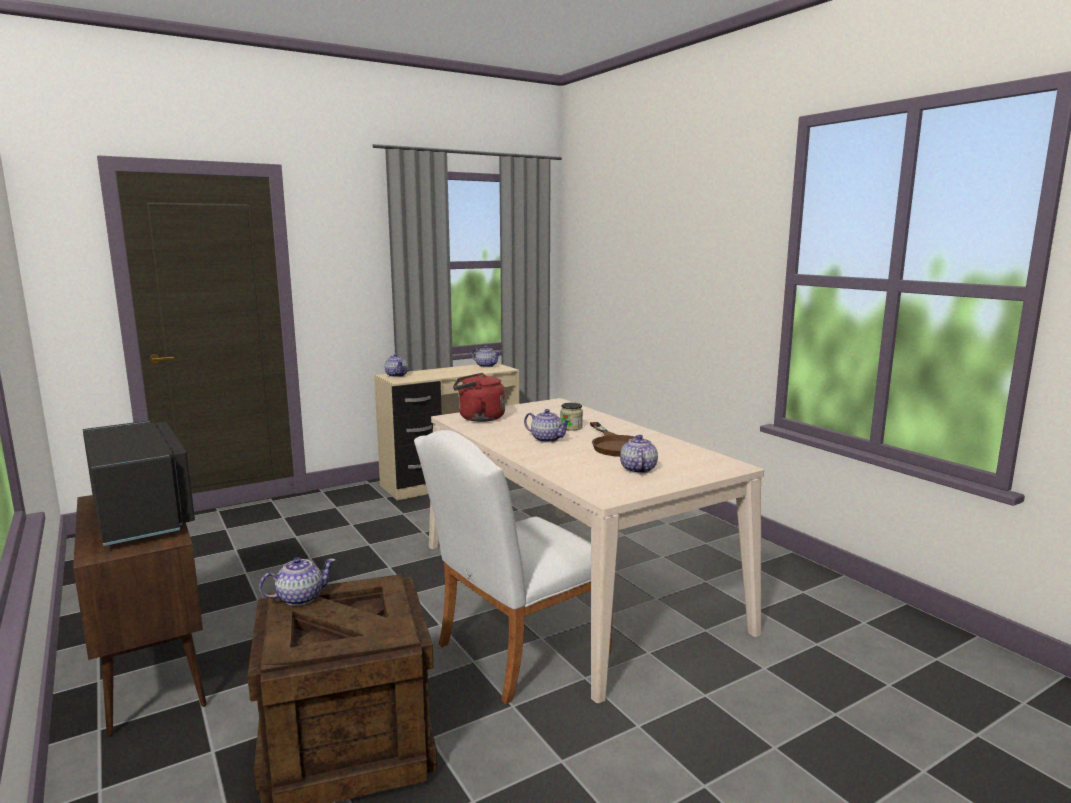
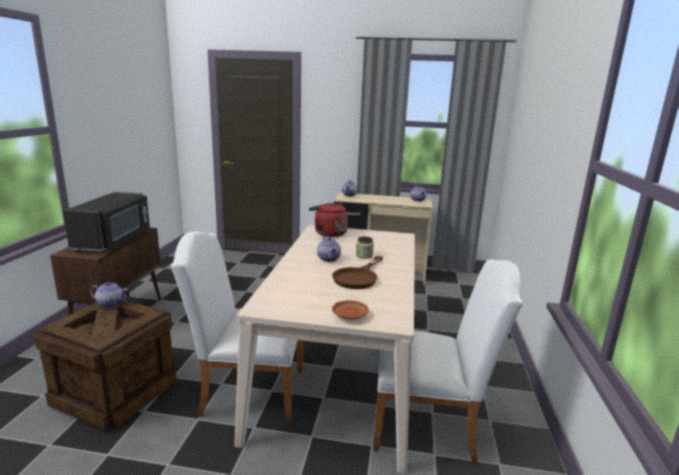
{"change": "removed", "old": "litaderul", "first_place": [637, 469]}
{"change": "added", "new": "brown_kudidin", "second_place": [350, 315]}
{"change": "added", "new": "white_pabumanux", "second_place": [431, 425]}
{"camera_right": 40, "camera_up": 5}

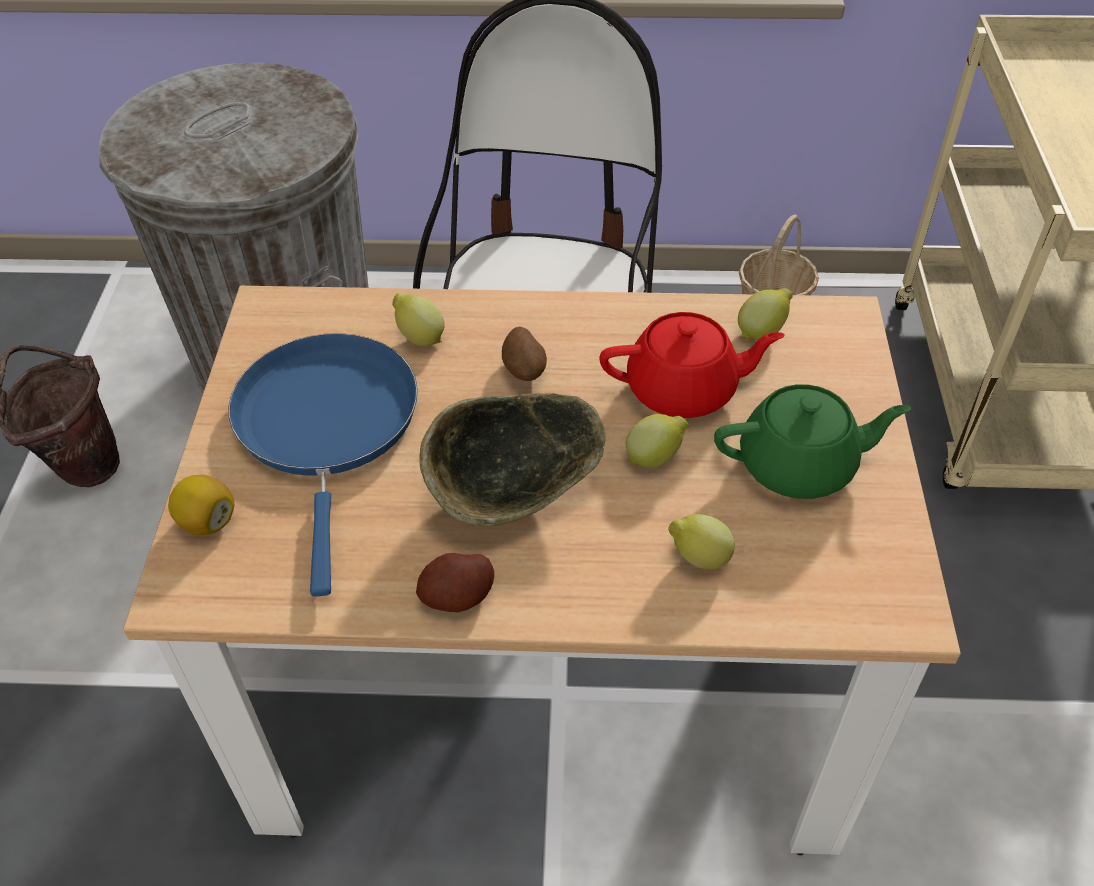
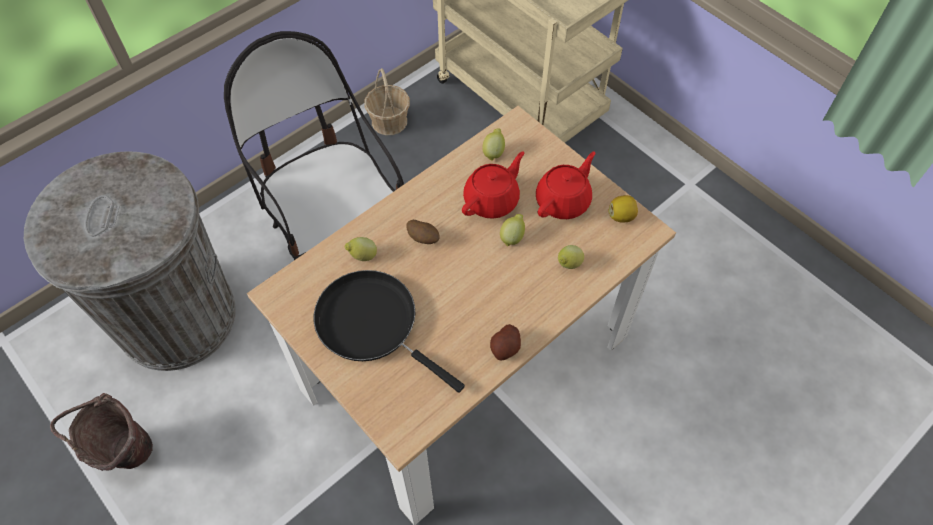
{"change": "removed", "old": "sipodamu", "first_place": [511, 496]}
{"change": "moved", "old": "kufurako", "first_place": [207, 522], "second_place": [621, 216]}
{"change": "recoloured", "old": "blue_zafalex", "new": "black_zafalex", "first_place": [327, 425], "second_place": [372, 324]}
{"change": "recoloured", "old": "green_litaderul", "new": "red_litaderul", "first_place": [799, 465], "second_place": [563, 201]}
{"camera_right": -45, "camera_up": 10}

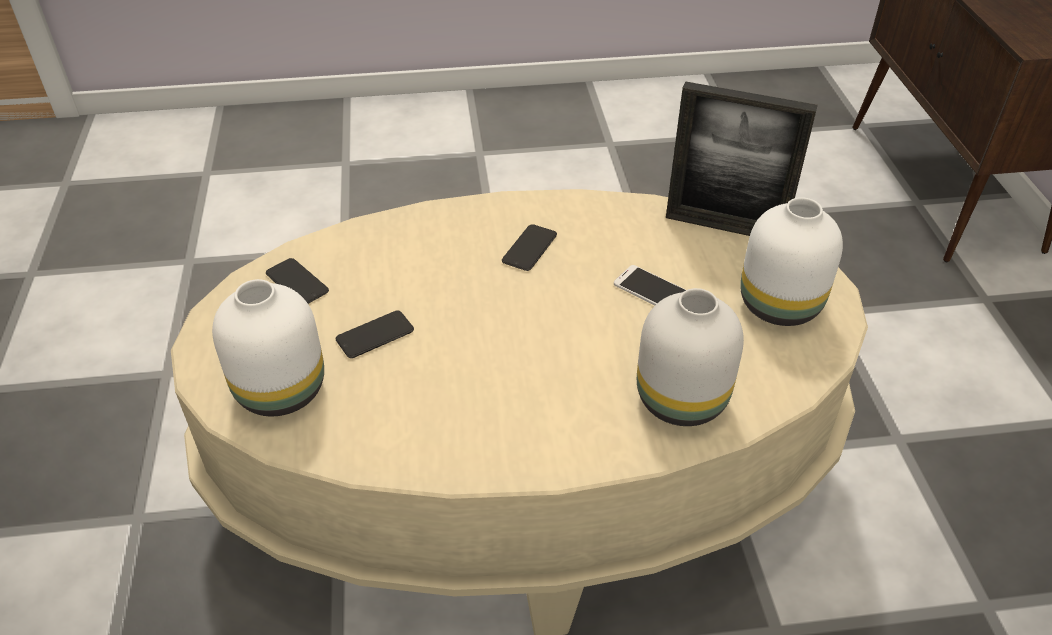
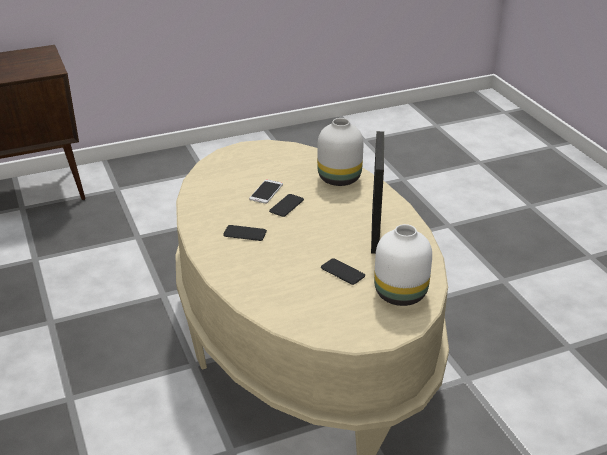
{"change": "removed", "old": "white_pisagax", "first_place": [777, 305]}
{"change": "moved", "old": "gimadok", "first_place": [297, 282], "second_place": [286, 206]}
{"change": "moved", "old": "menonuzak", "first_place": [724, 226], "second_place": [375, 231]}
{"camera_right": -105, "camera_up": -10}

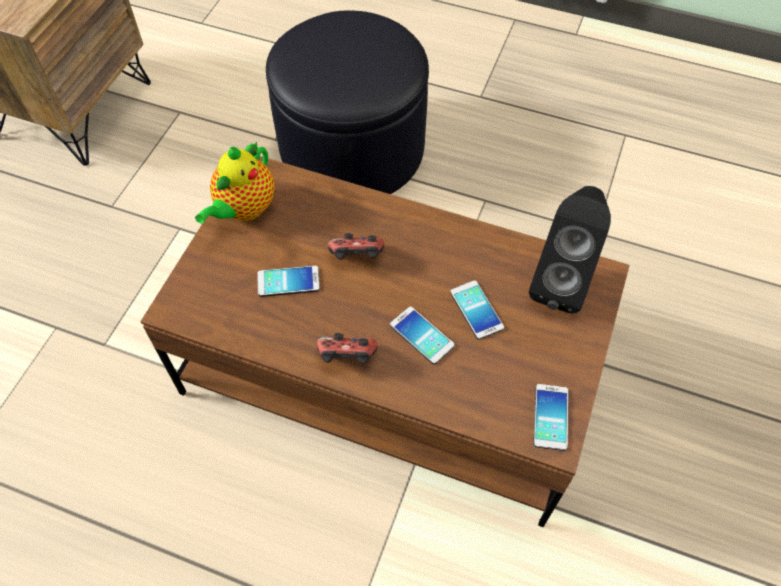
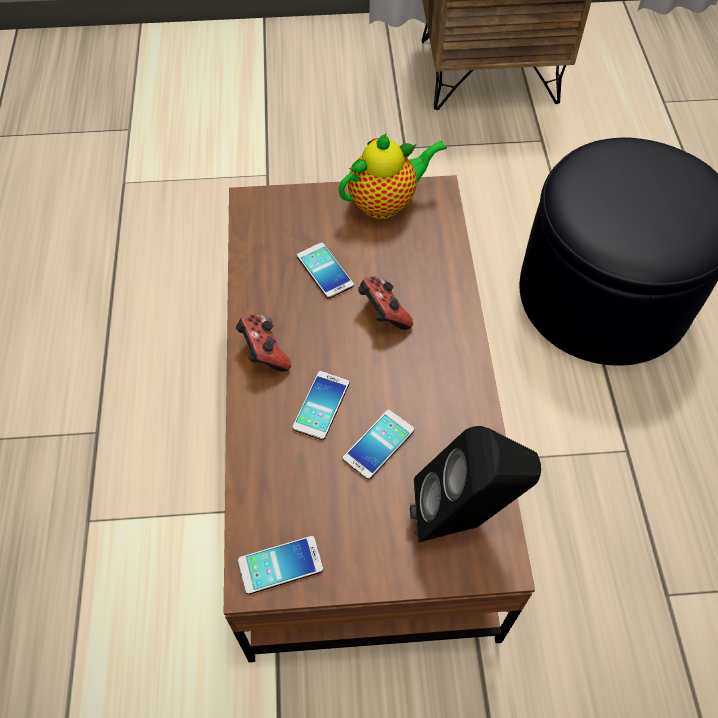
{"change": "turned", "old": "litaderul", "first_place": [244, 210], "second_place": [386, 202], "degrees": 150}
{"camera_right": 65, "camera_up": 0}

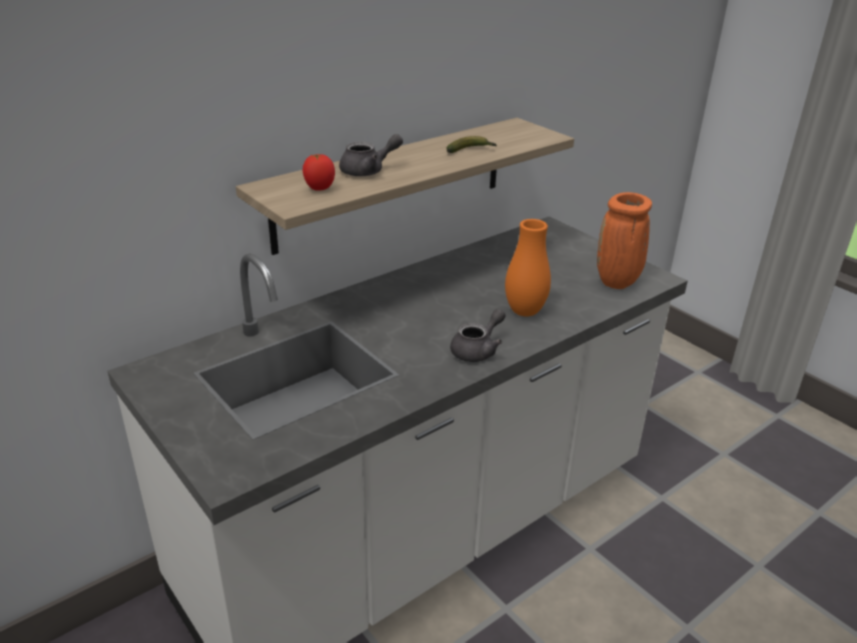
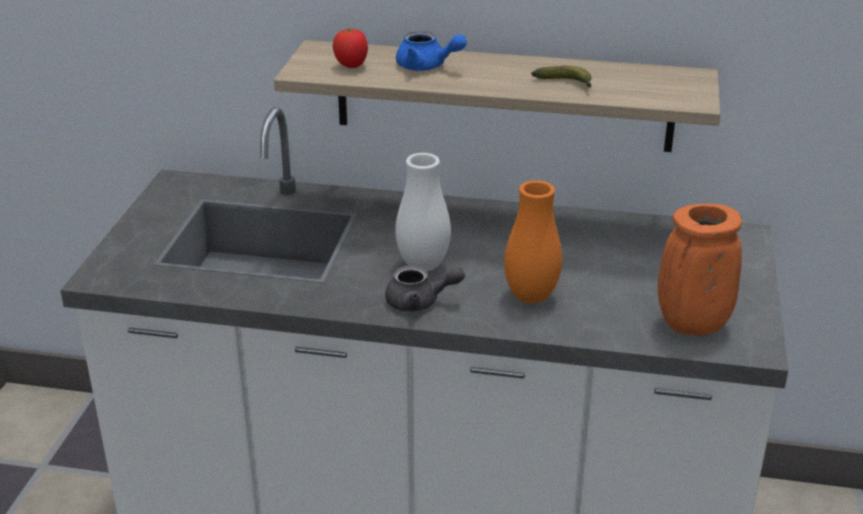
{"change": "added", "new": "white_pisagax", "second_place": [423, 265]}
{"change": "recoloured", "old": "grey_litaderul", "new": "blue_litaderul", "first_place": [368, 171], "second_place": [427, 66]}
{"camera_right": 50, "camera_up": 0}

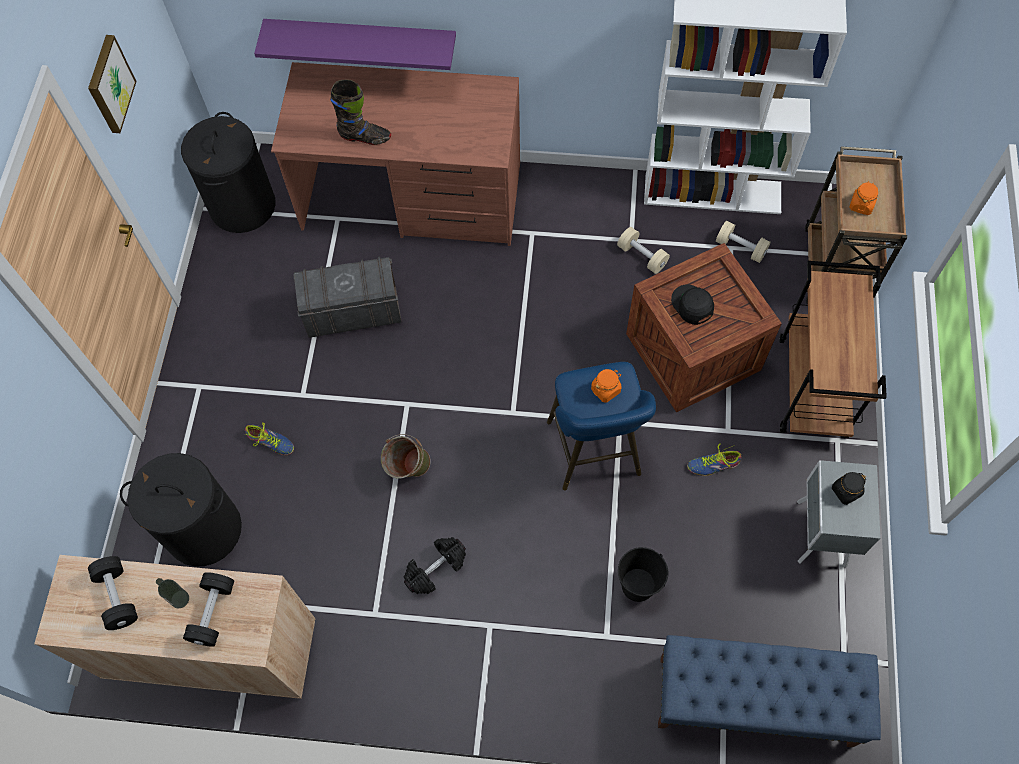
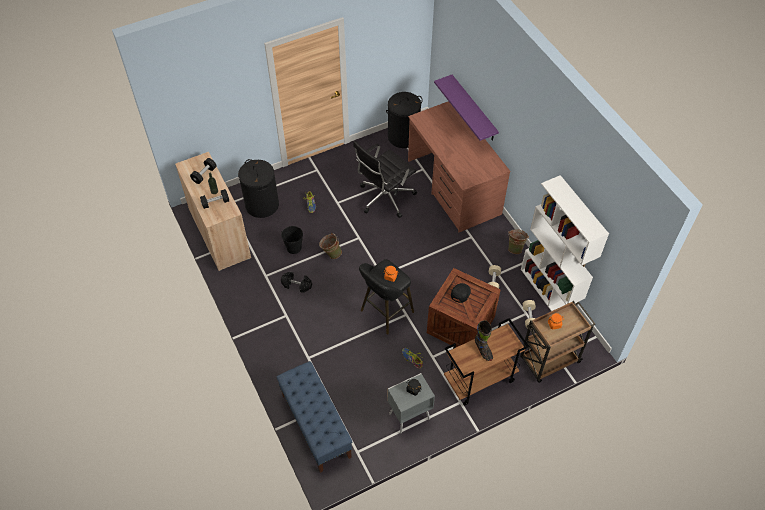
{"change": "removed", "old": "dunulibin", "first_place": [109, 84]}
{"change": "added", "new": "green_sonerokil", "second_place": [515, 248]}
{"change": "moved", "old": "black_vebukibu", "first_place": [365, 137], "second_place": [483, 350]}
{"change": "moved", "old": "black_sonerokil", "first_place": [637, 585], "second_place": [294, 247]}
{"change": "replaced", "old": "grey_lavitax", "new": "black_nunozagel", "first_place": [352, 312], "second_place": [384, 198]}
{"change": "recoloured", "old": "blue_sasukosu", "new": "black_sasukosu", "first_place": [595, 453], "second_place": [385, 313]}
{"camera_right": 55, "camera_up": -10}

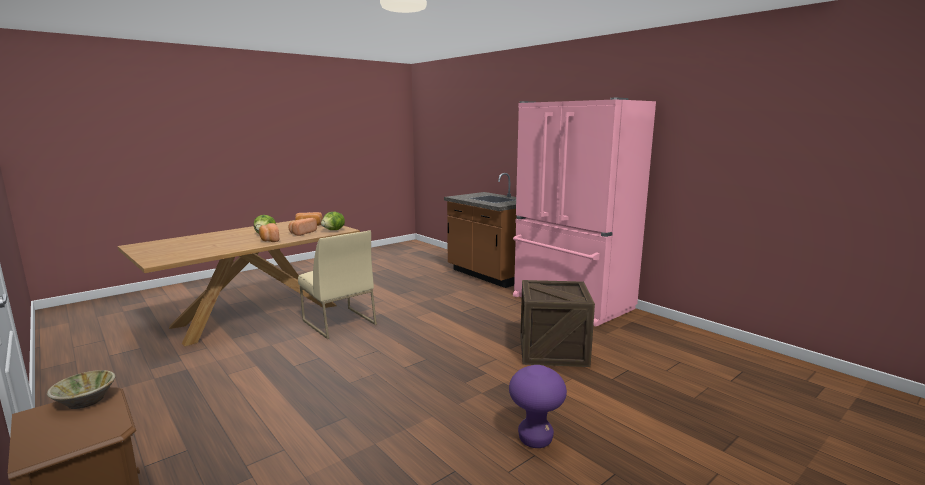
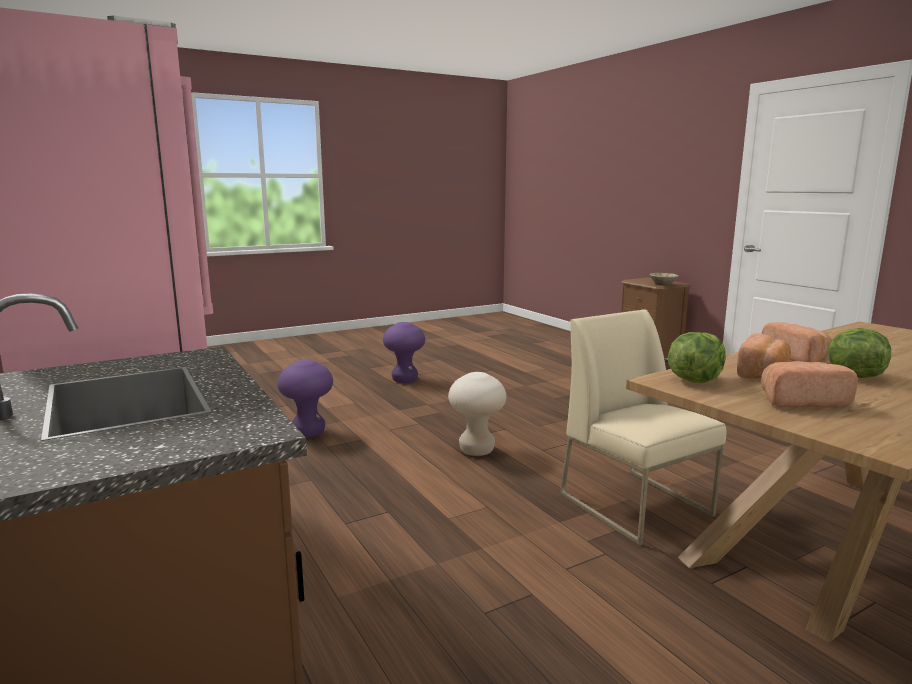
{"change": "added", "new": "beige_sasukosu", "second_place": [476, 450]}
{"change": "replaced", "old": "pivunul", "new": "purple_sasukosu", "first_place": [553, 350], "second_place": [308, 433]}
{"camera_right": -170, "camera_up": 0}

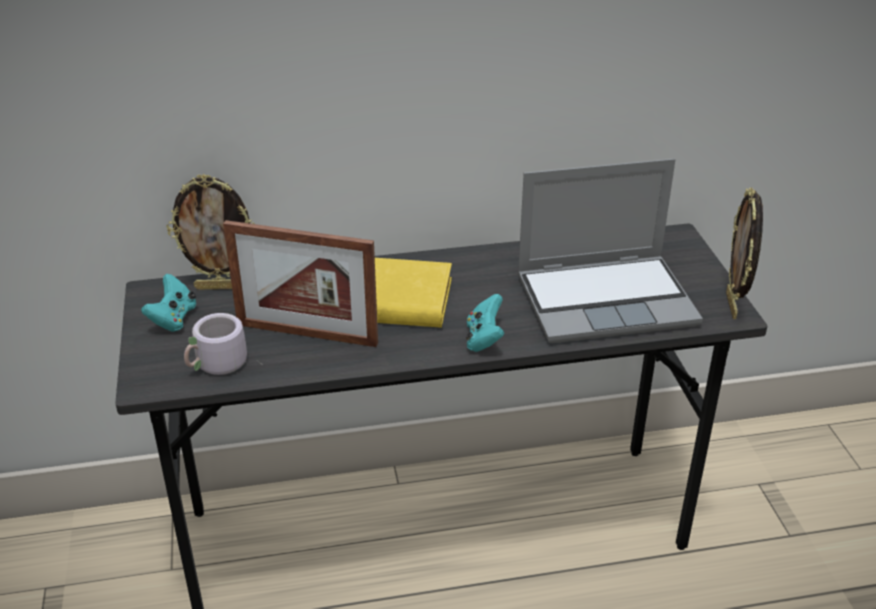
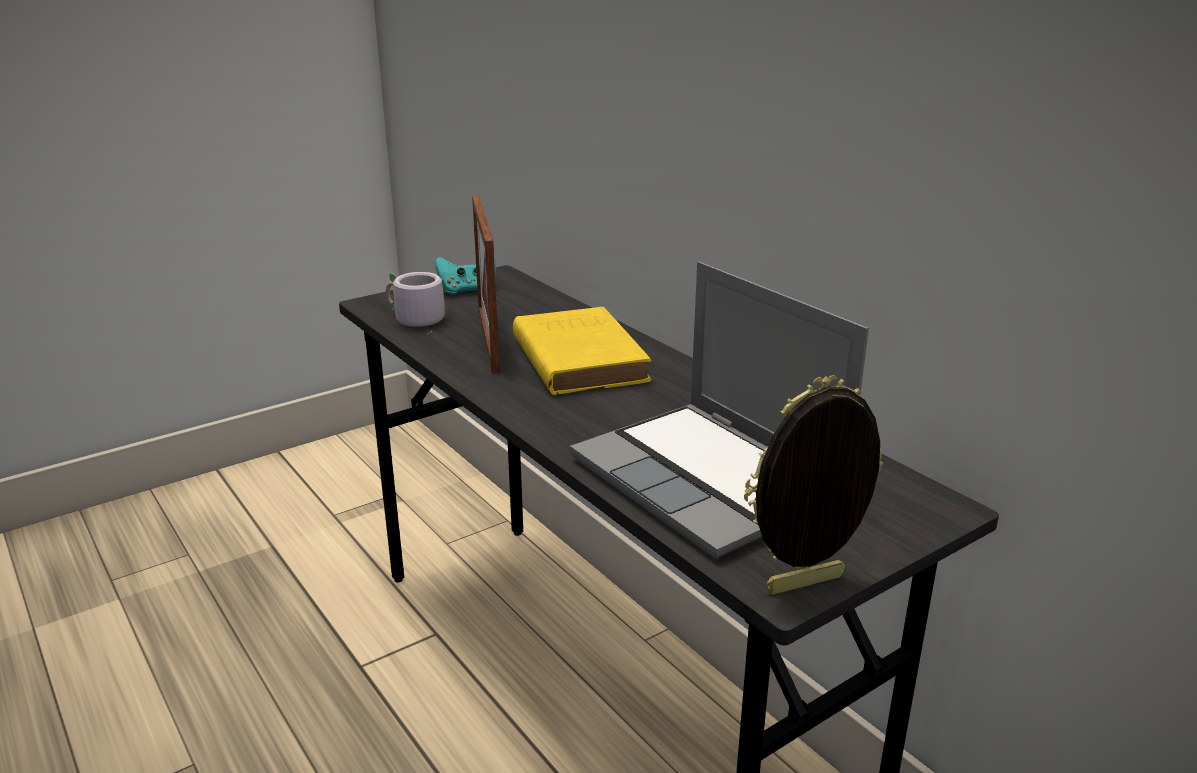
{"change": "removed", "old": "menonuzak", "first_place": [220, 287]}
{"change": "removed", "old": "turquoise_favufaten", "first_place": [484, 339]}
{"camera_right": 65, "camera_up": -10}

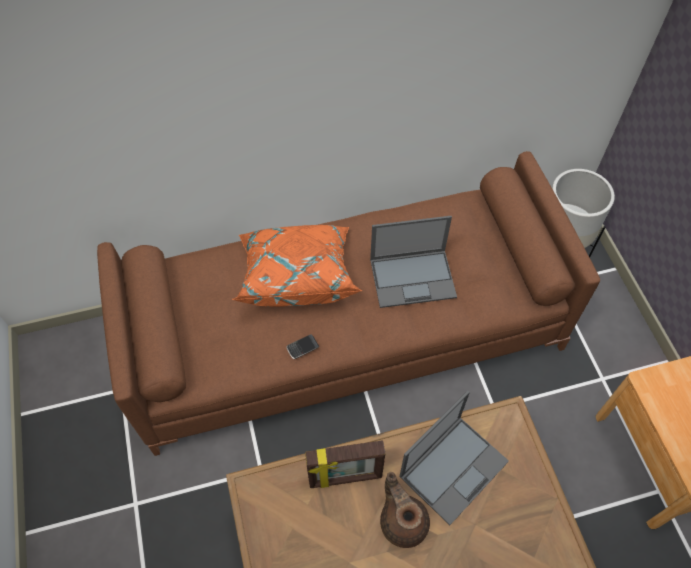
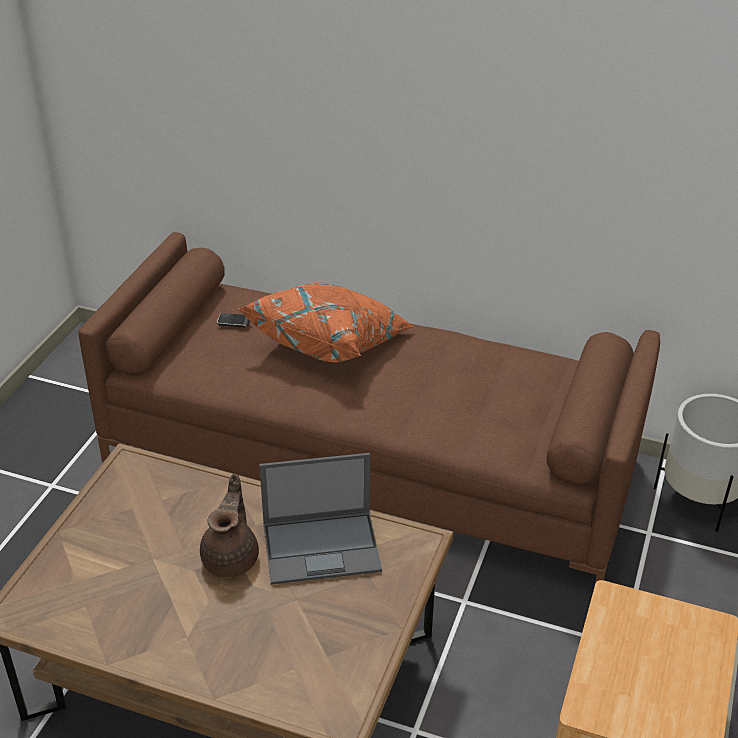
{"change": "removed", "old": "menonuzak", "first_place": [345, 478]}
{"change": "removed", "old": "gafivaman", "first_place": [413, 278]}
{"change": "moved", "old": "gimadok", "first_place": [302, 348], "second_place": [234, 322]}
{"camera_right": 35, "camera_up": -20}

